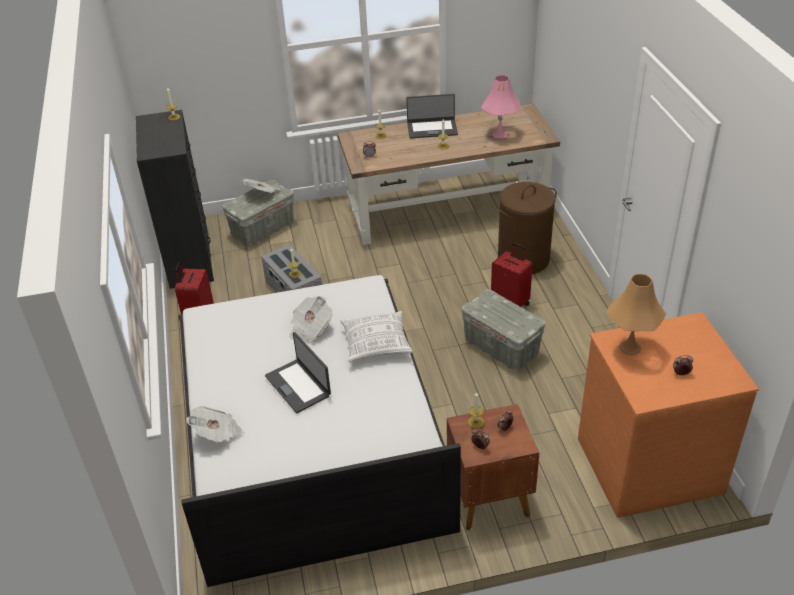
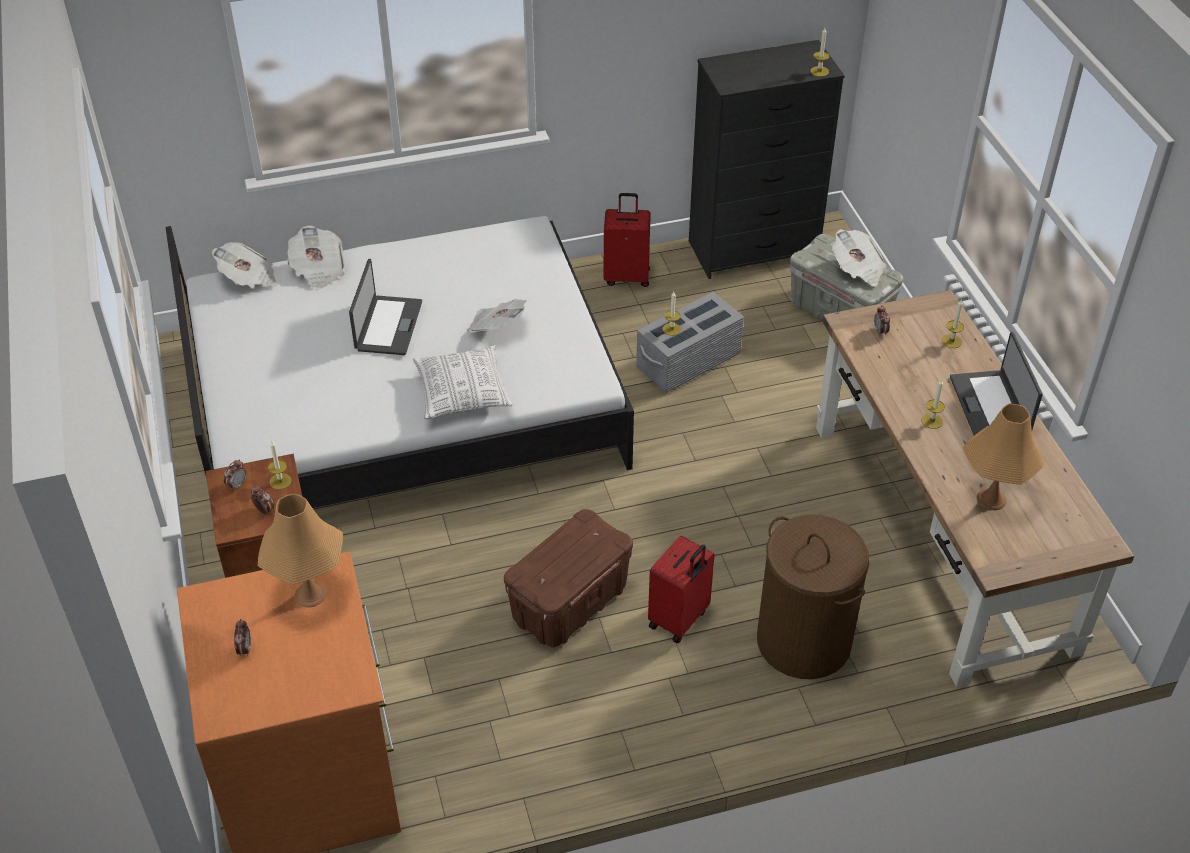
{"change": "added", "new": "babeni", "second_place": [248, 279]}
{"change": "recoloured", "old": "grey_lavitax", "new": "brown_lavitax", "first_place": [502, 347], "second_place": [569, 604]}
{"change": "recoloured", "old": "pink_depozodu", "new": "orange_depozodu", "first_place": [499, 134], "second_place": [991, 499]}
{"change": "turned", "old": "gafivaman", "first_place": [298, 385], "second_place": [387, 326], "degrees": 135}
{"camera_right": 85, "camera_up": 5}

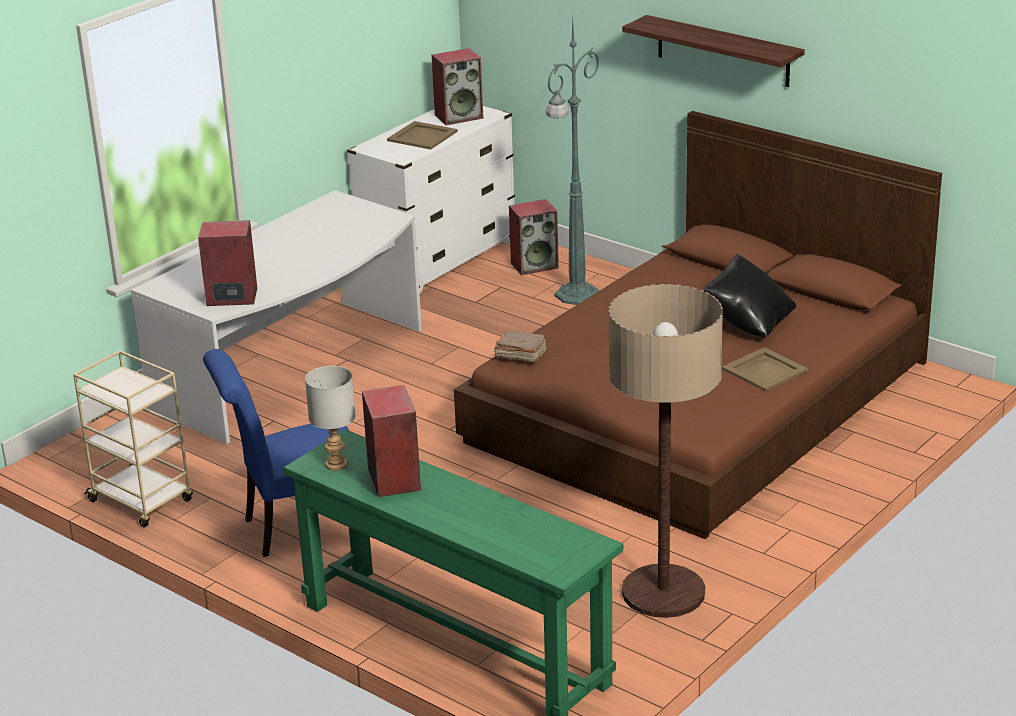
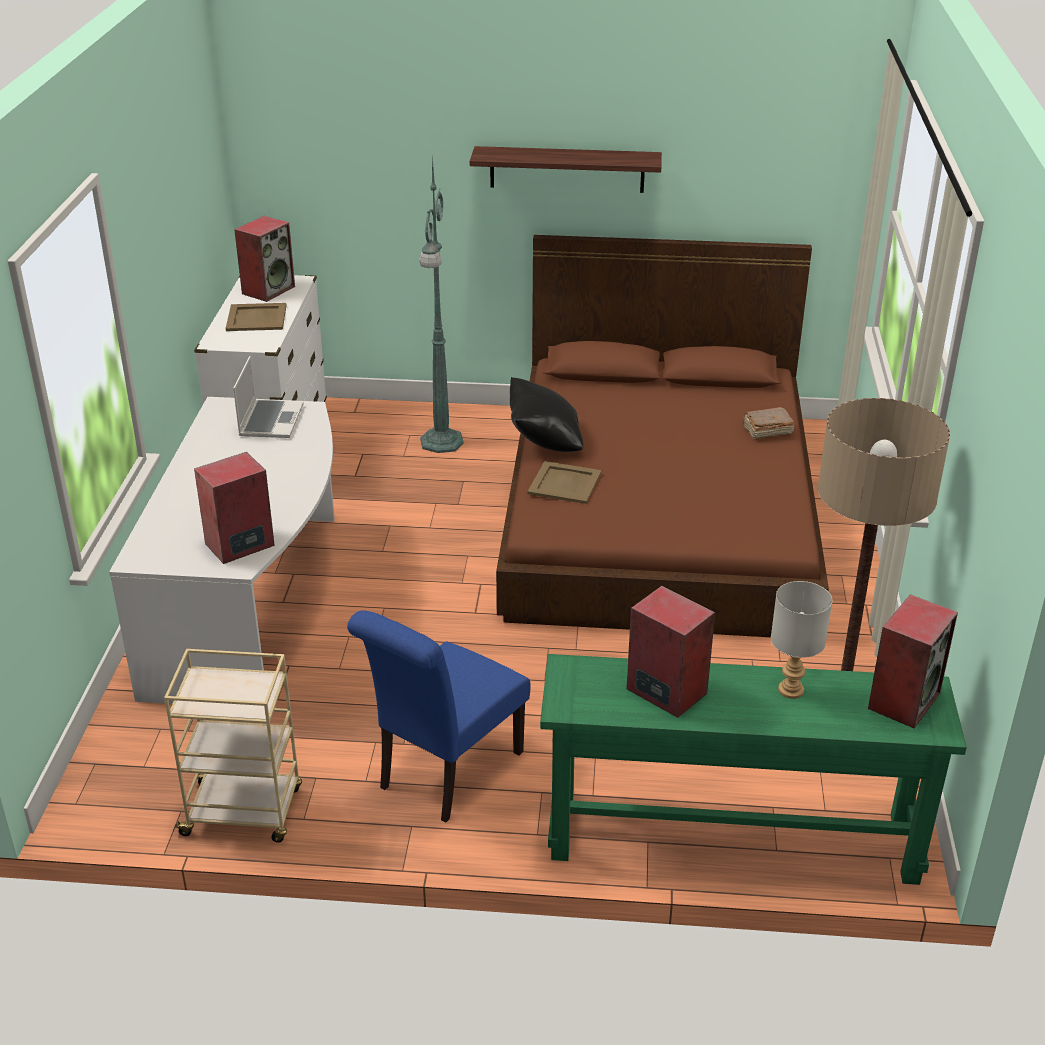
{"change": "added", "new": "gafivaman", "second_place": [270, 420]}
{"change": "moved", "old": "grey_depozodu", "first_place": [337, 464], "second_place": [791, 689]}
{"change": "moved", "old": "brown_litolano", "first_place": [520, 354], "second_place": [766, 431]}
{"change": "moved", "old": "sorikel", "first_place": [535, 265], "second_place": [903, 700]}
{"change": "moved", "old": "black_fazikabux", "first_place": [748, 324], "second_place": [544, 442]}
{"change": "moved", "old": "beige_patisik", "first_place": [764, 369], "second_place": [564, 483]}
{"camera_right": -35, "camera_up": 5}

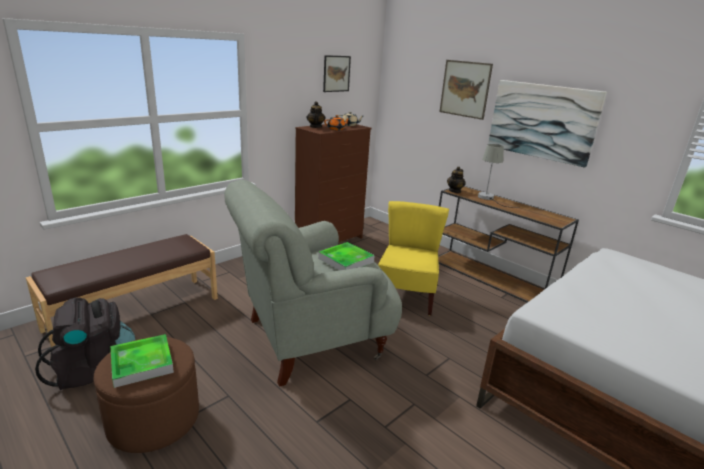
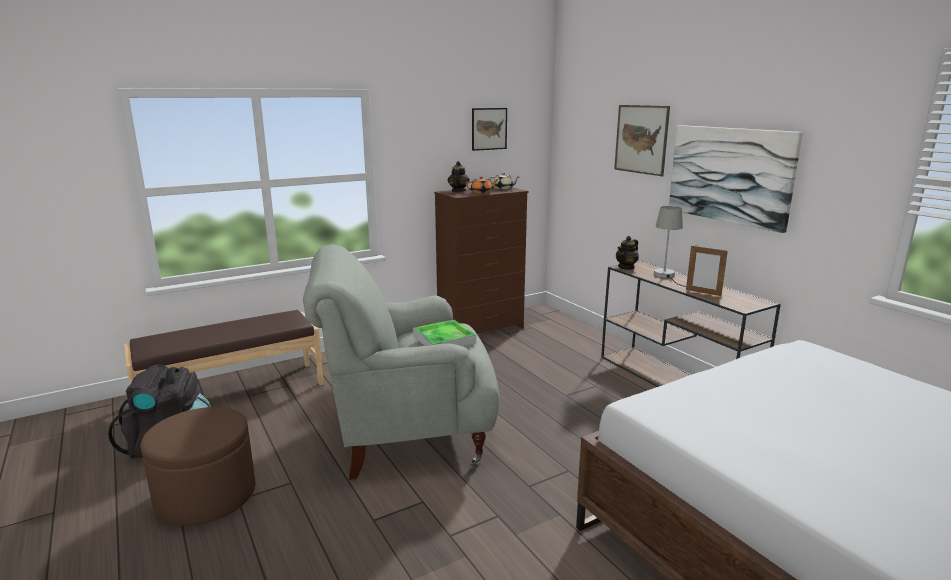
{"change": "removed", "old": "patisik", "first_place": [142, 363]}
{"change": "removed", "old": "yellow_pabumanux", "first_place": [406, 297]}
{"change": "added", "new": "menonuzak", "second_place": [703, 292]}
{"camera_right": 15, "camera_up": -5}

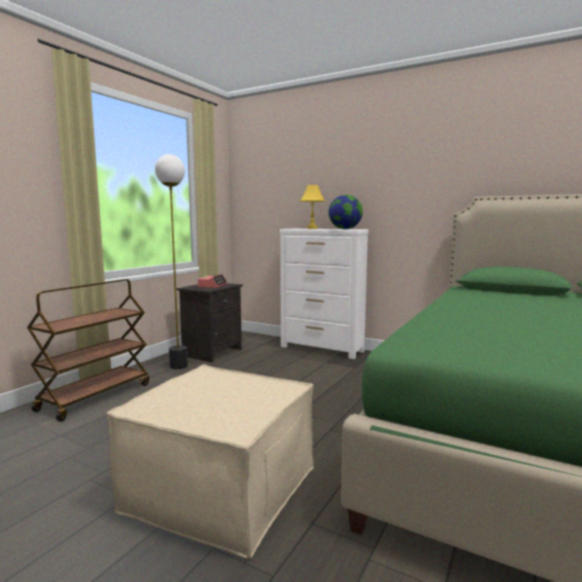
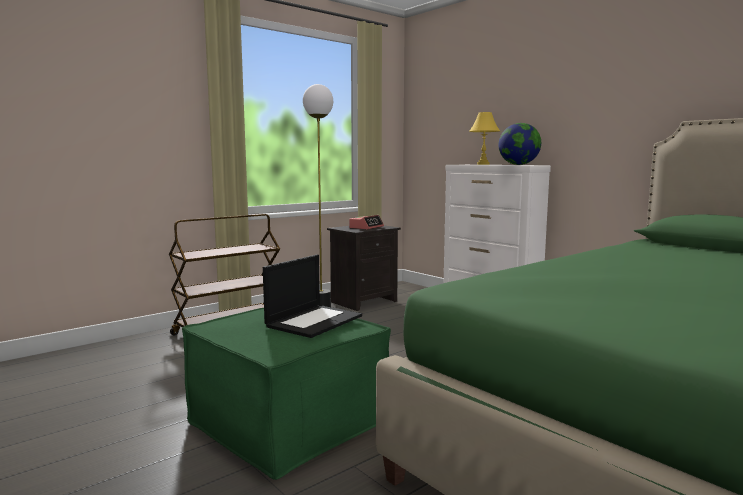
{"change": "added", "new": "gafivaman", "second_place": [314, 321]}
{"change": "recoloured", "old": "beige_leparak", "new": "green_leparak", "first_place": [222, 488], "second_place": [290, 421]}
{"camera_right": 20, "camera_up": 0}

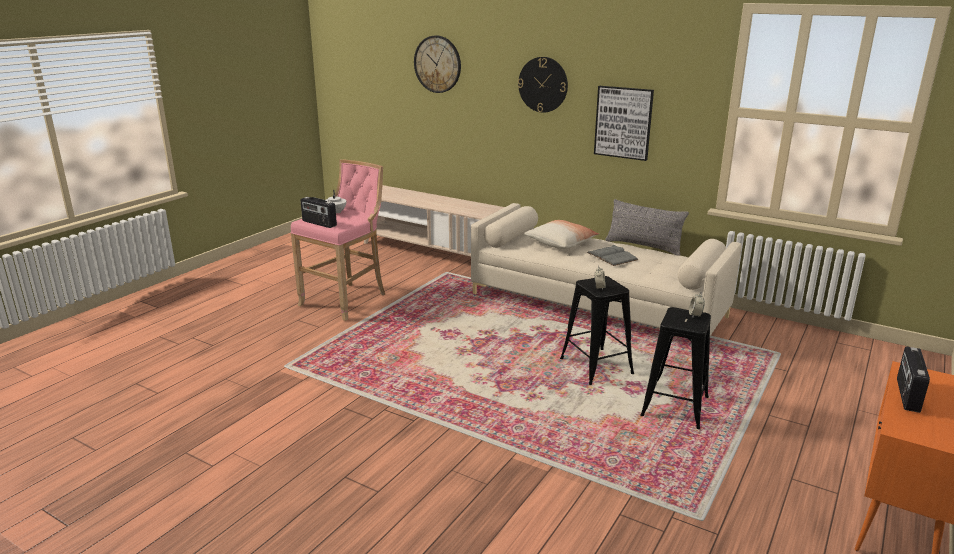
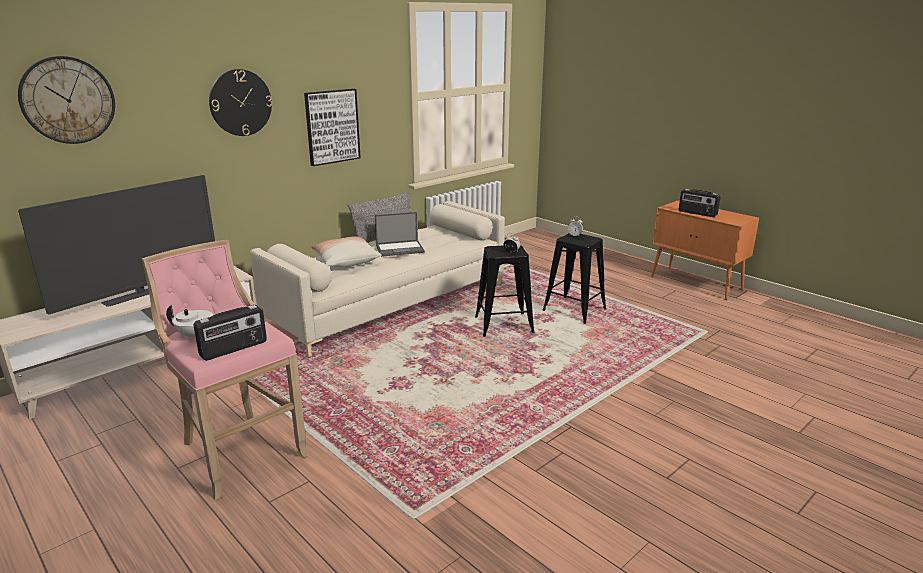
{"change": "added", "new": "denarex", "second_place": [141, 294]}
{"change": "replaced", "old": "grey_litolano", "new": "gafivaman", "first_place": [612, 256], "second_place": [400, 248]}
{"camera_right": -75, "camera_up": 0}

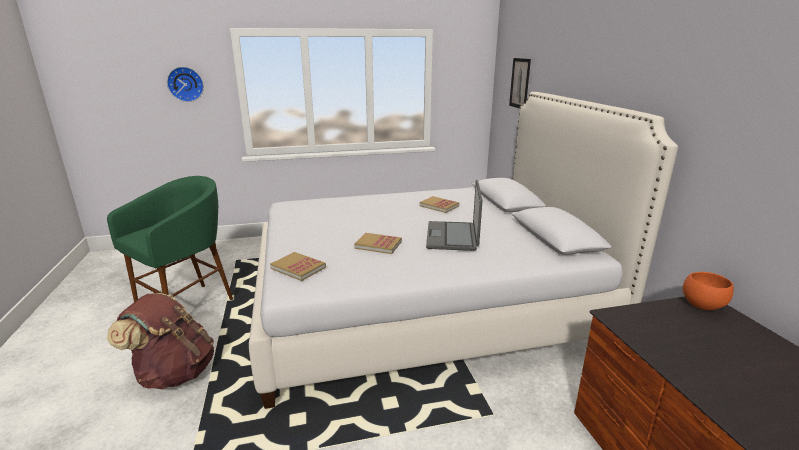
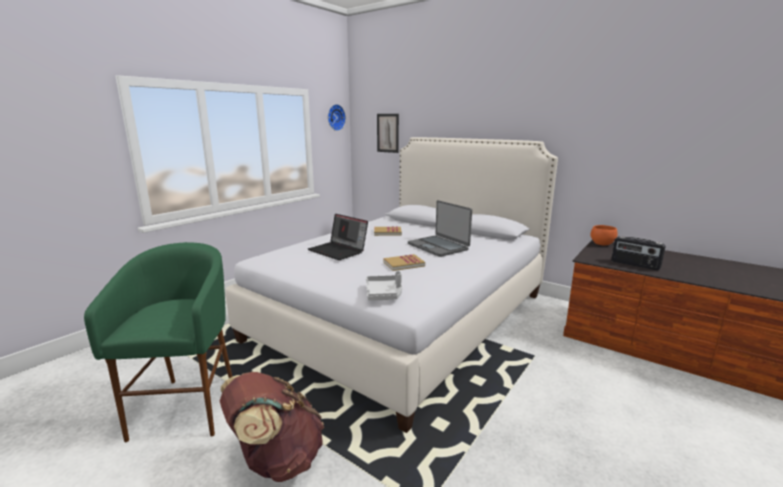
{"change": "added", "new": "gafivaman", "second_place": [339, 251]}
{"change": "added", "new": "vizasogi", "second_place": [635, 265]}
{"change": "moved", "old": "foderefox", "first_place": [186, 84], "second_place": [335, 117]}
{"change": "replaced", "old": "litolano", "new": "grey_patisik", "first_place": [298, 268], "second_place": [384, 294]}
{"camera_right": -40, "camera_up": -5}

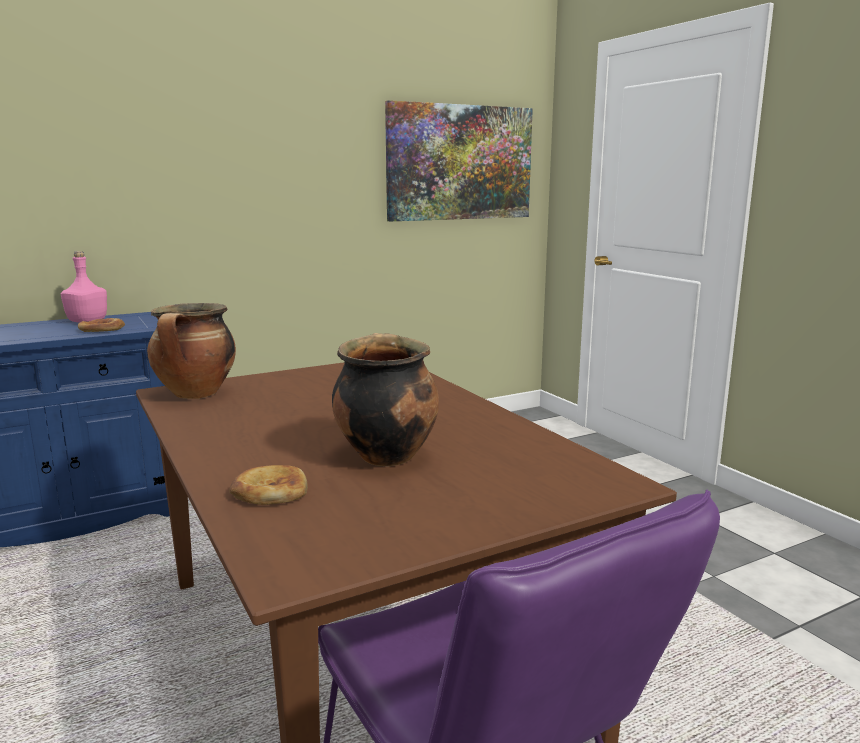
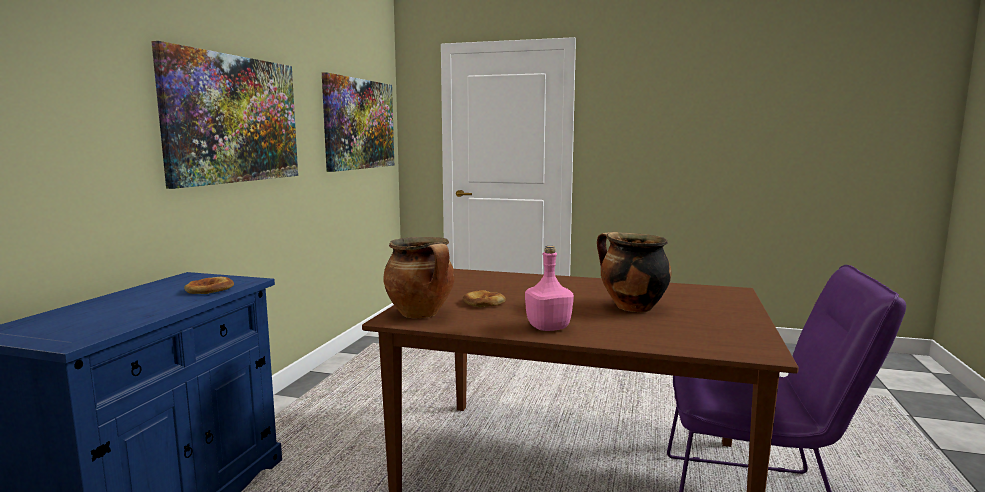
{"change": "added", "new": "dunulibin", "second_place": [233, 119]}
{"change": "moved", "old": "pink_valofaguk", "first_place": [87, 321], "second_place": [548, 328]}
{"change": "moved", "old": "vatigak", "first_place": [270, 491], "second_place": [483, 302]}
{"camera_right": -45, "camera_up": -5}

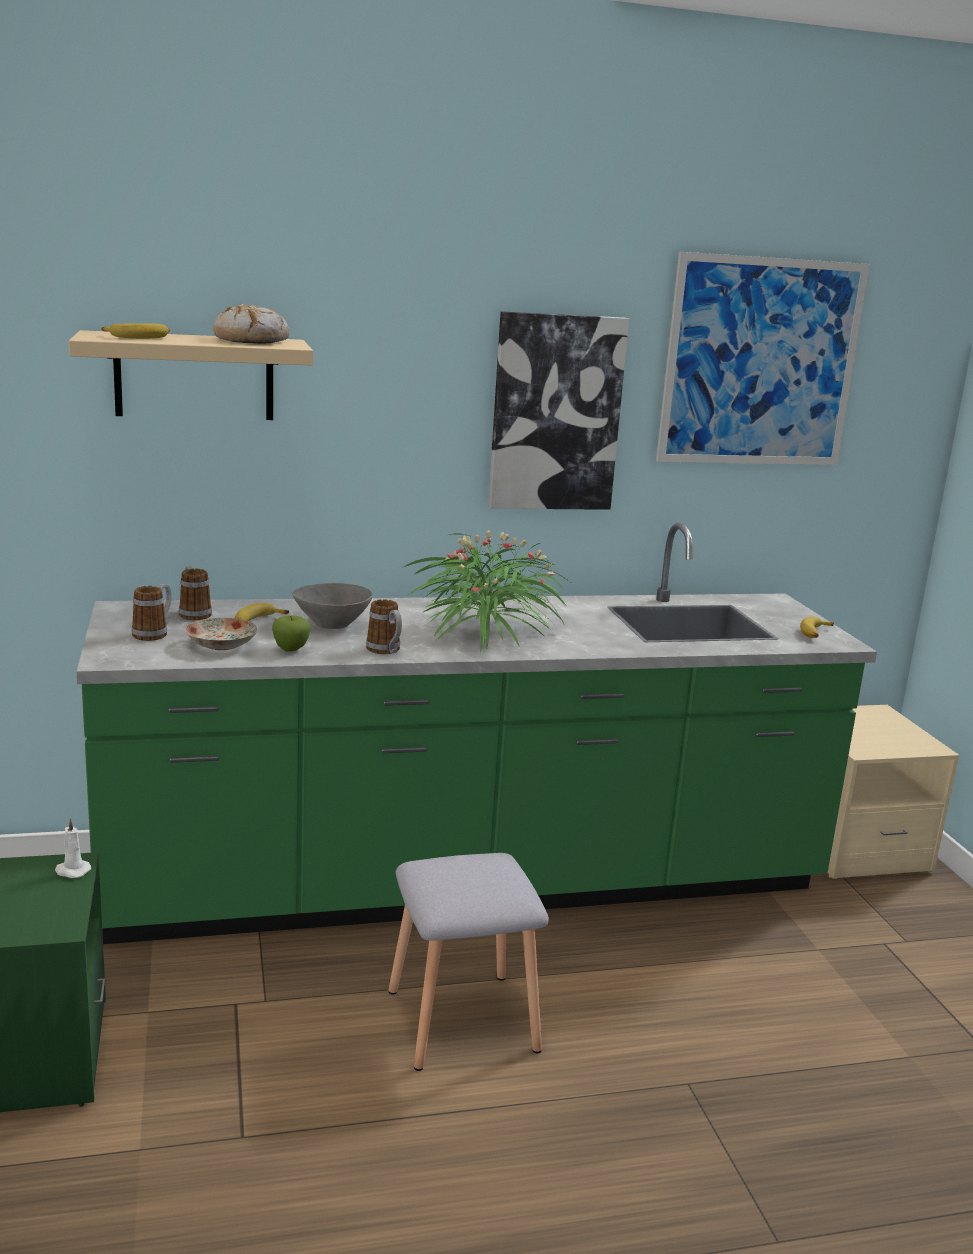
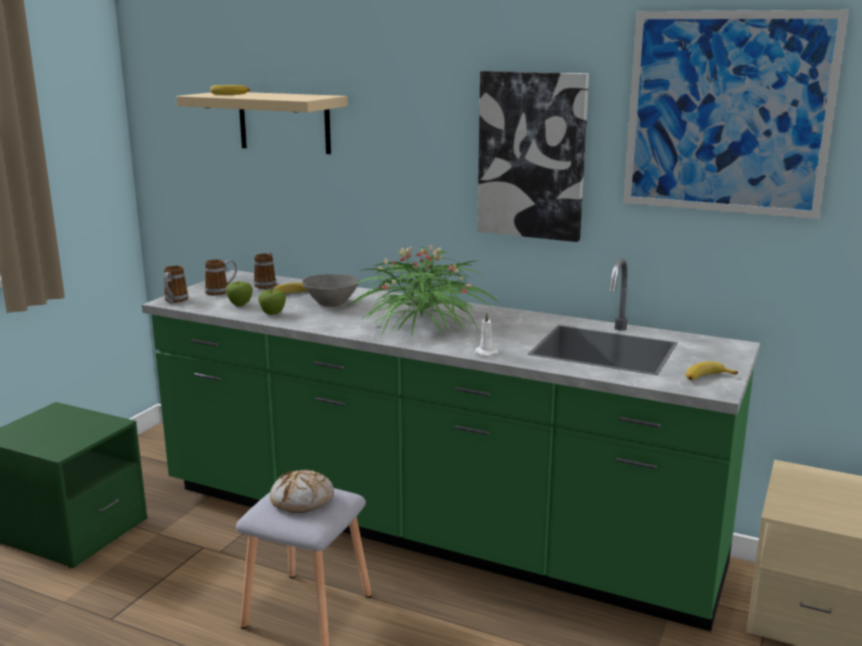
{"change": "moved", "old": "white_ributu", "first_place": [72, 871], "second_place": [485, 353]}
{"change": "moved", "old": "vatigak", "first_place": [251, 341], "second_place": [302, 500]}
{"change": "moved", "old": "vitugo", "first_place": [386, 651], "second_place": [174, 301]}
{"change": "replaced", "old": "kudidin", "new": "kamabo", "first_place": [221, 645], "second_place": [240, 304]}
{"camera_right": 40, "camera_up": 0}

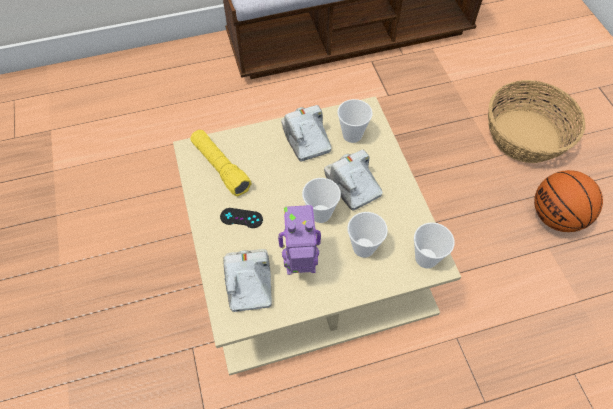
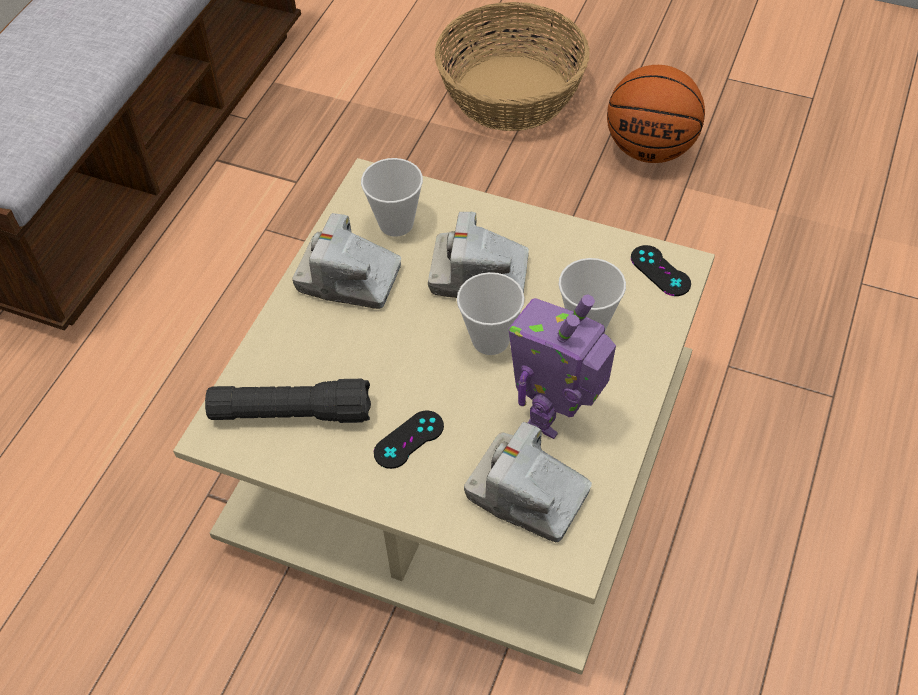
{"change": "replaced", "old": "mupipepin", "new": "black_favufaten", "first_place": [426, 258], "second_place": [660, 271]}
{"change": "recoloured", "old": "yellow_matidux", "new": "black_matidux", "first_place": [220, 167], "second_place": [291, 413]}
{"camera_right": -50, "camera_up": -5}

